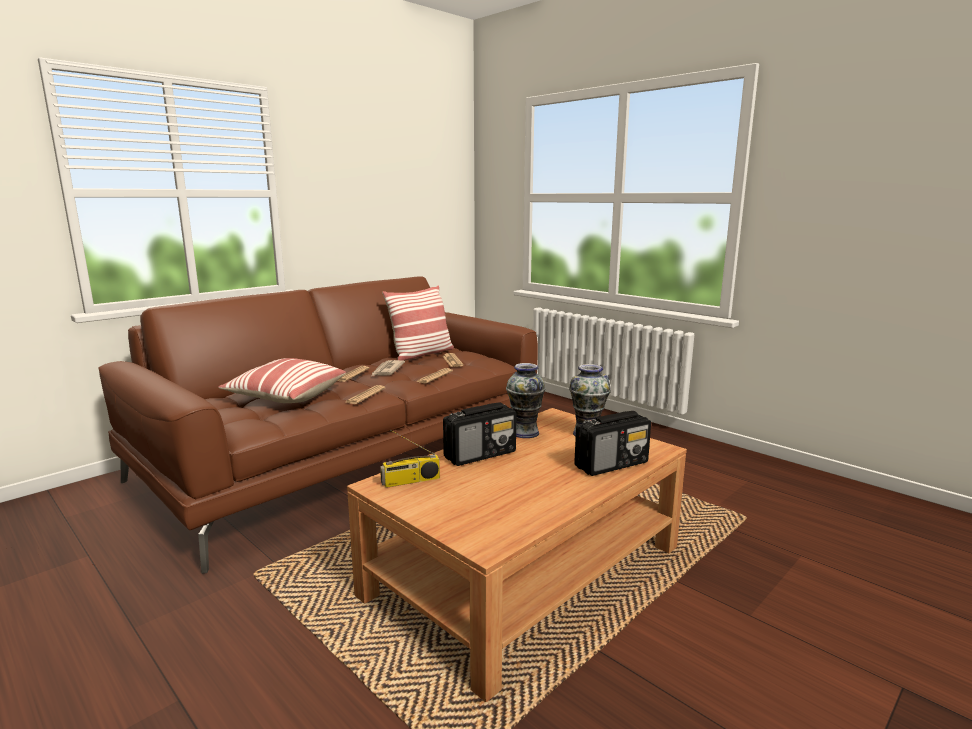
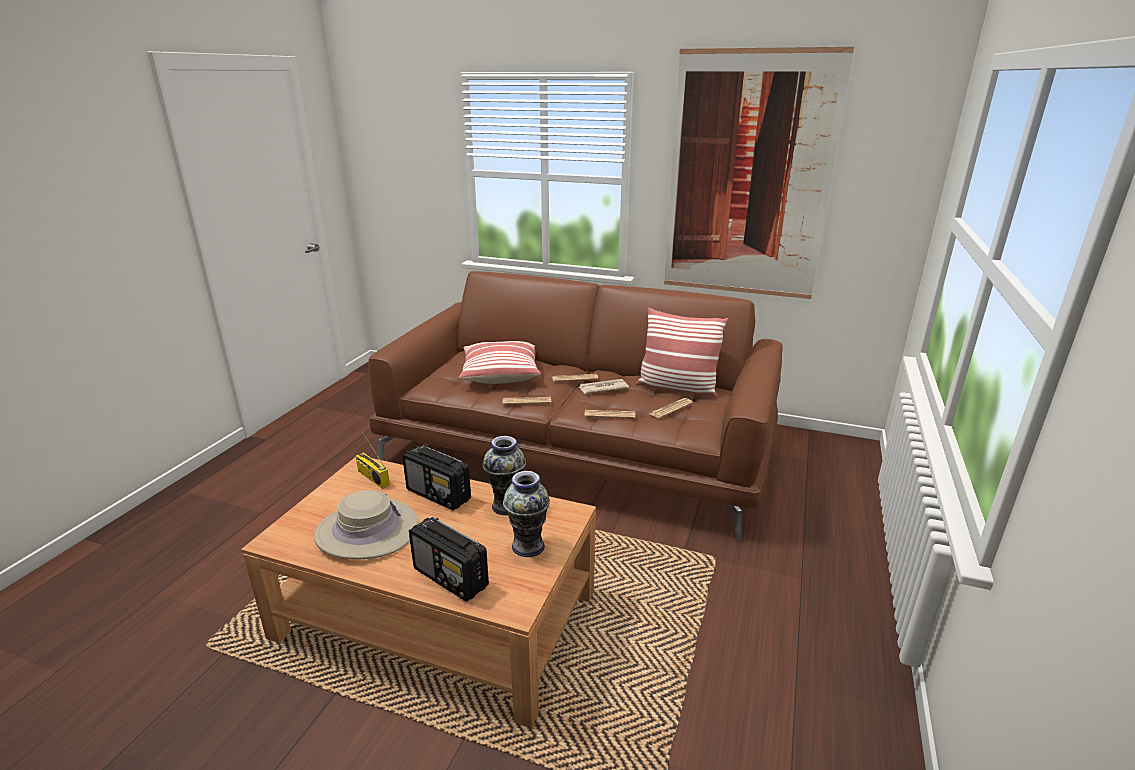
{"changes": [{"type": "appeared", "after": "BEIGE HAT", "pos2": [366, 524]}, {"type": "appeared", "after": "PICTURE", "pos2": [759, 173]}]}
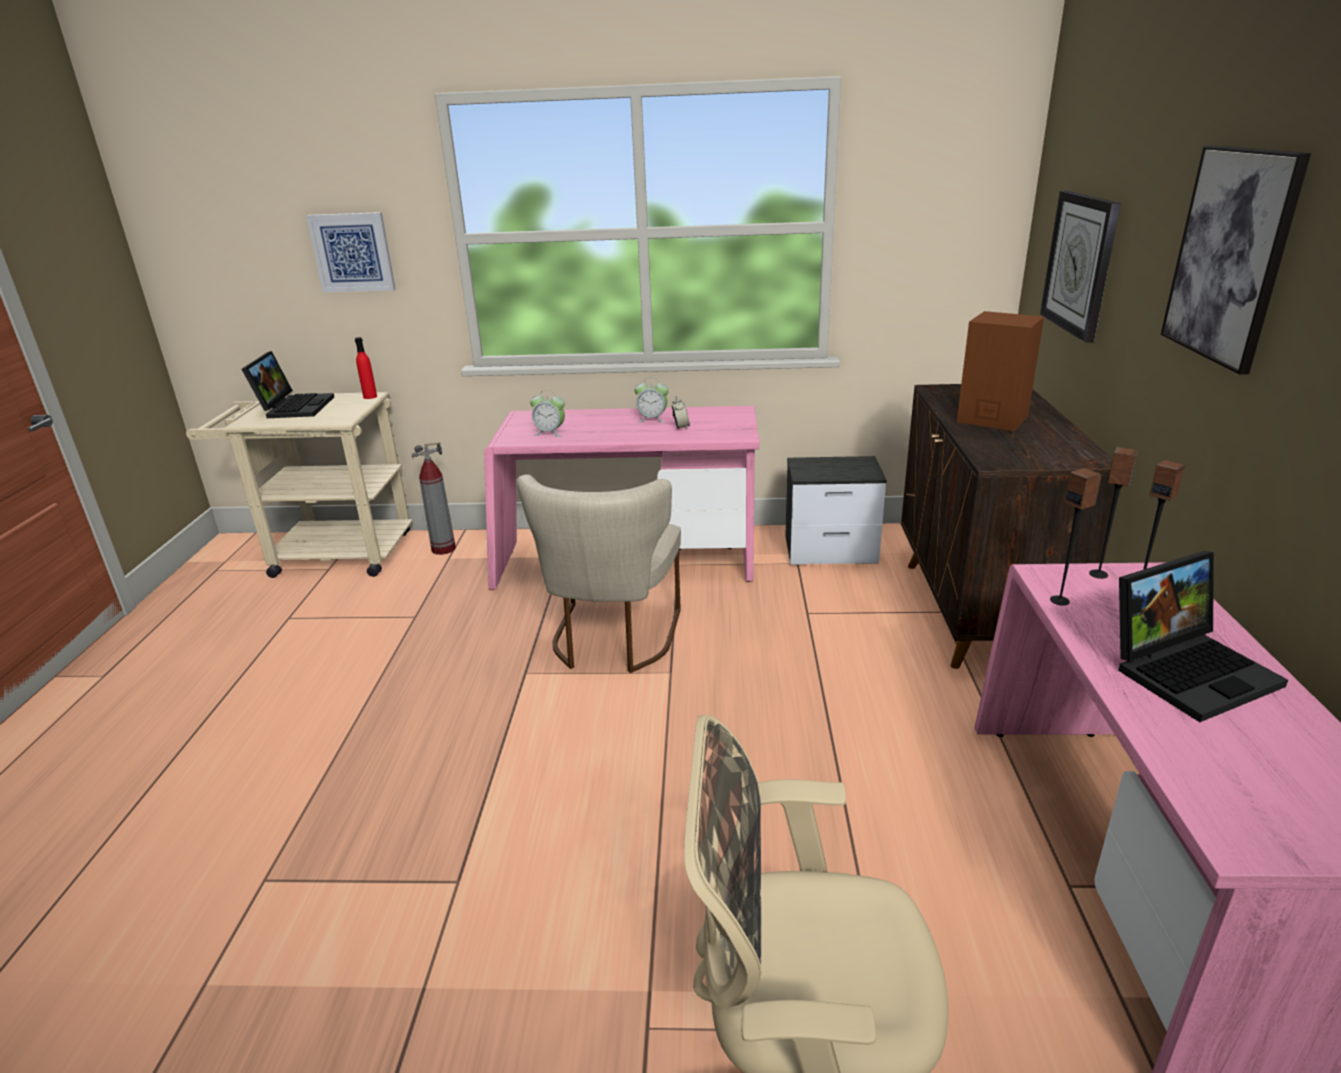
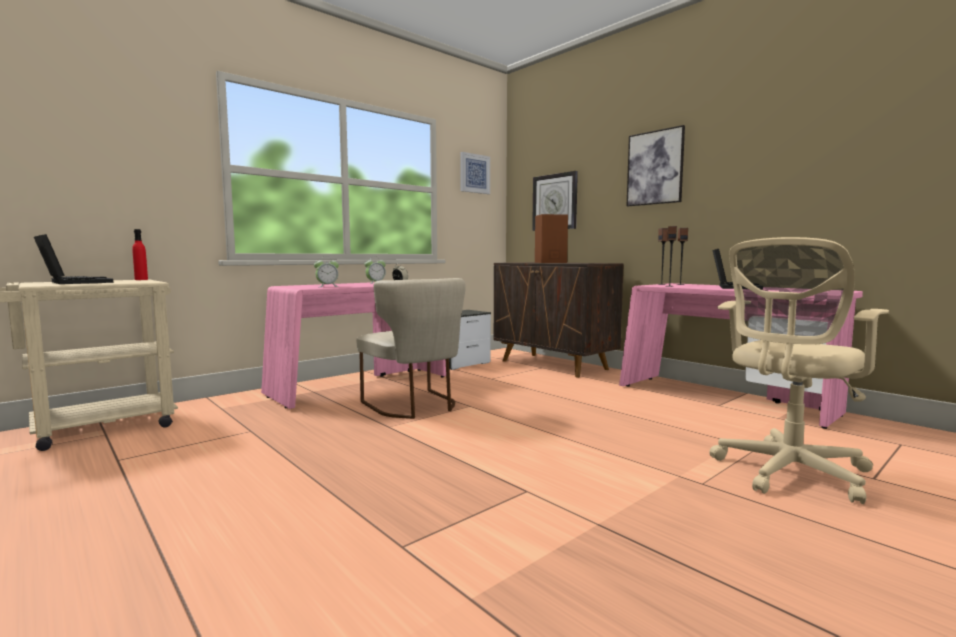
{"changes": [{"type": "relocated", "before": "PICTURE", "pos1": [351, 252], "pos2": [475, 173]}, {"type": "missing", "before": "FIRE EXTINGUISHER", "pos1": [433, 498]}]}
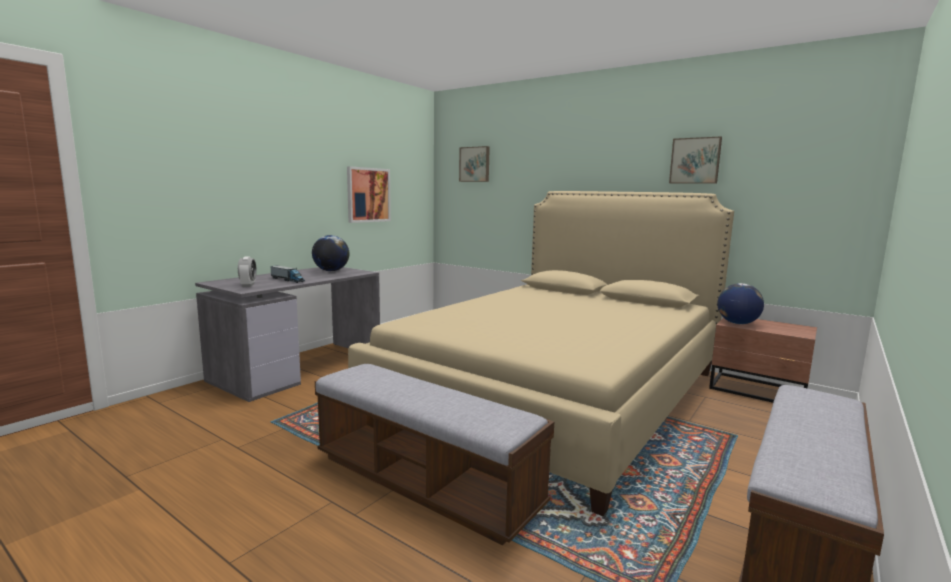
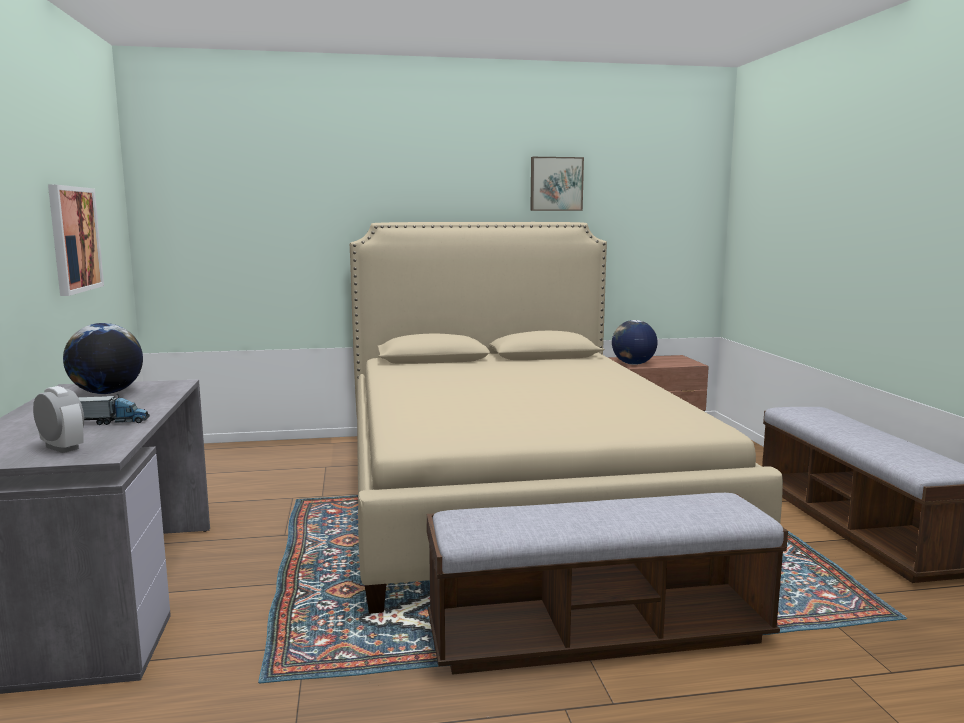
{"changes": [{"type": "missing", "before": "PICTURE", "pos1": [474, 164]}]}
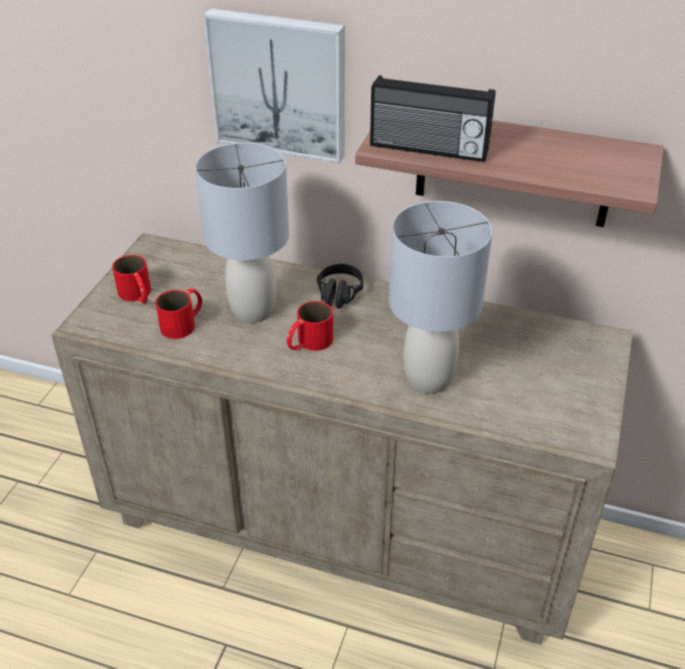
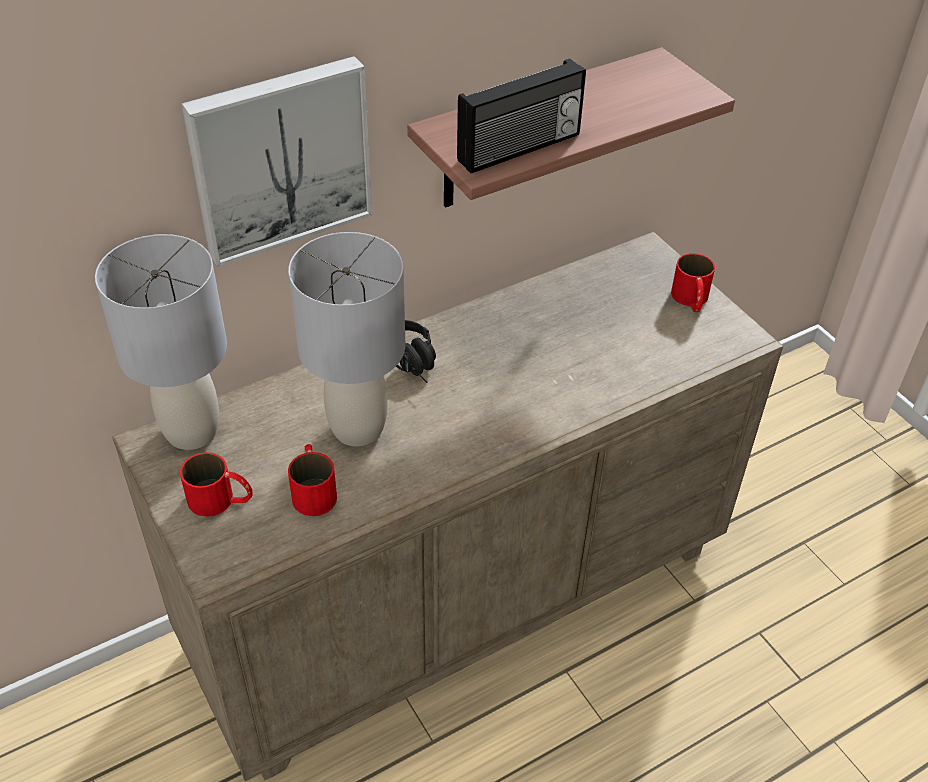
{"changes": [{"type": "relocated", "before": "RED MUG", "pos1": [310, 326], "pos2": [693, 282]}, {"type": "relocated", "before": "GREY TABLE LAMP", "pos1": [440, 297], "pos2": [161, 342]}]}
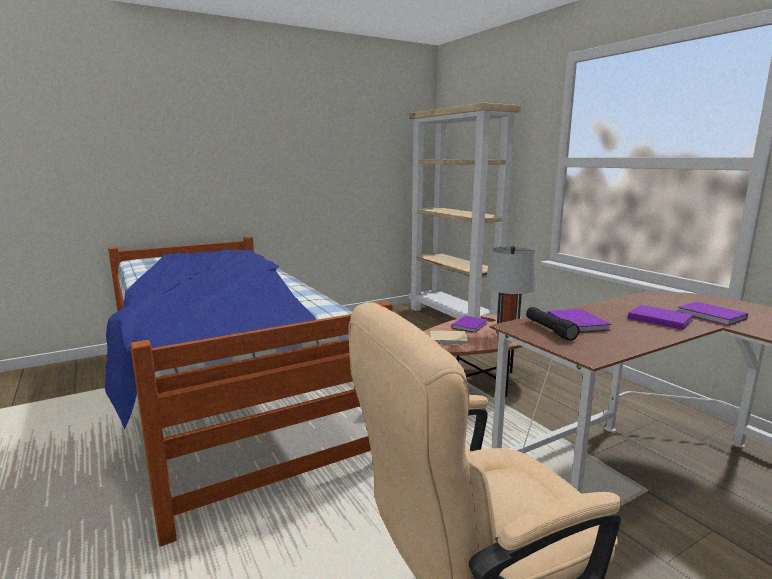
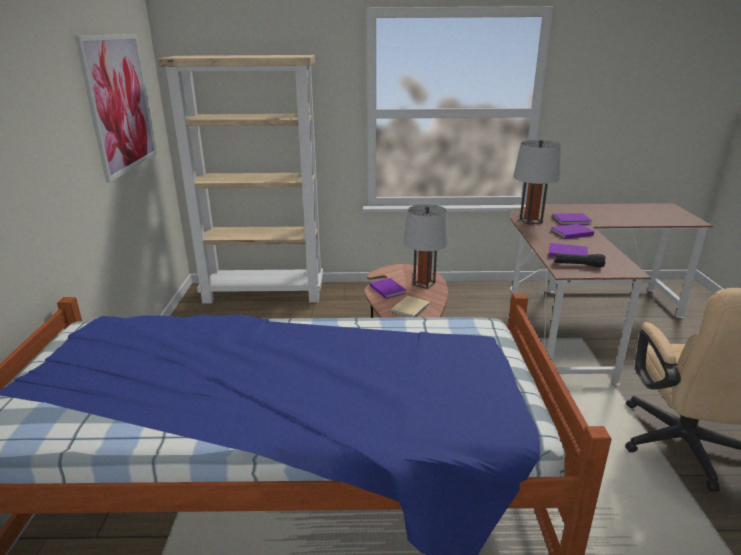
{"changes": [{"type": "appeared", "after": "PICTURE", "pos2": [116, 108]}, {"type": "appeared", "after": "GREY TABLE LAMP", "pos2": [537, 182]}]}
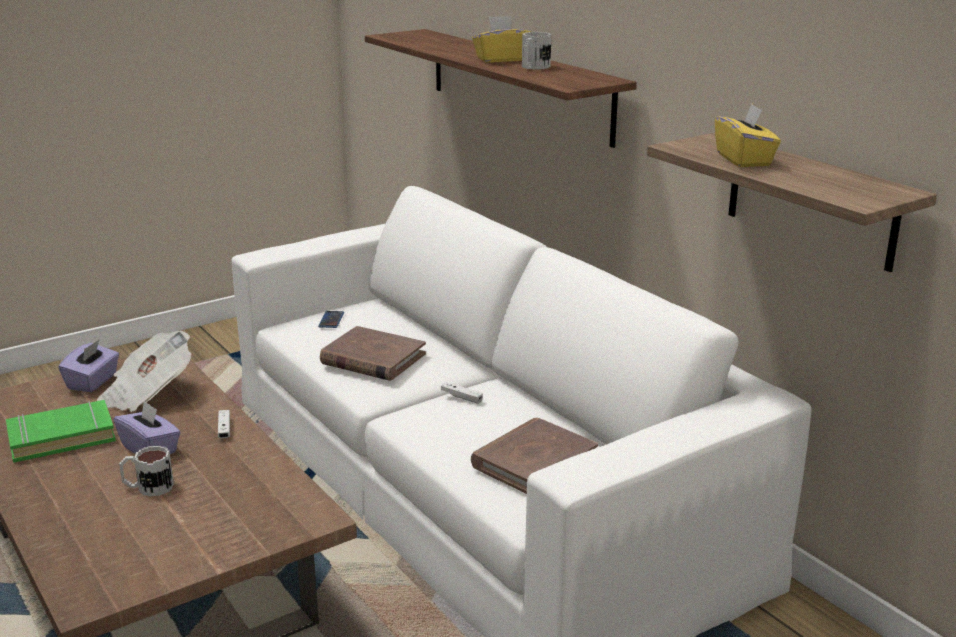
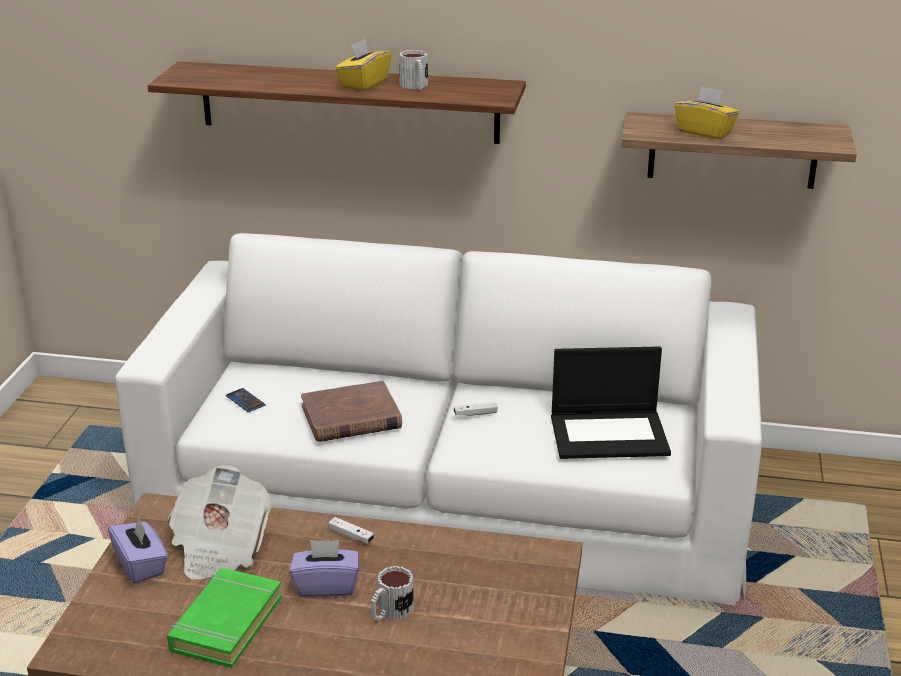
{"changes": [{"type": "exchanged", "before": "BROWN BOOK", "after": "LAPTOP", "pos1": [534, 456], "pos2": [611, 402]}]}
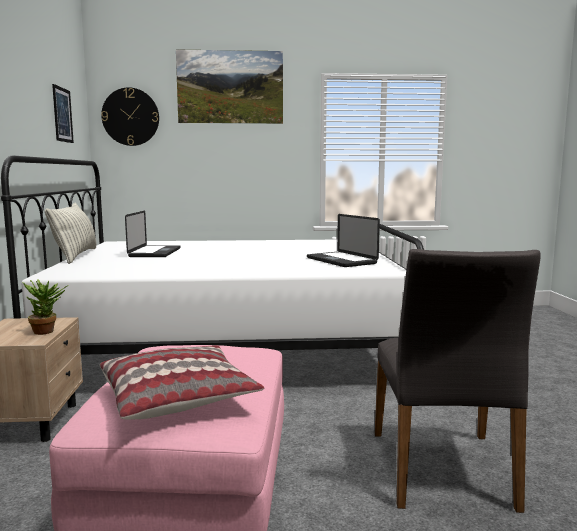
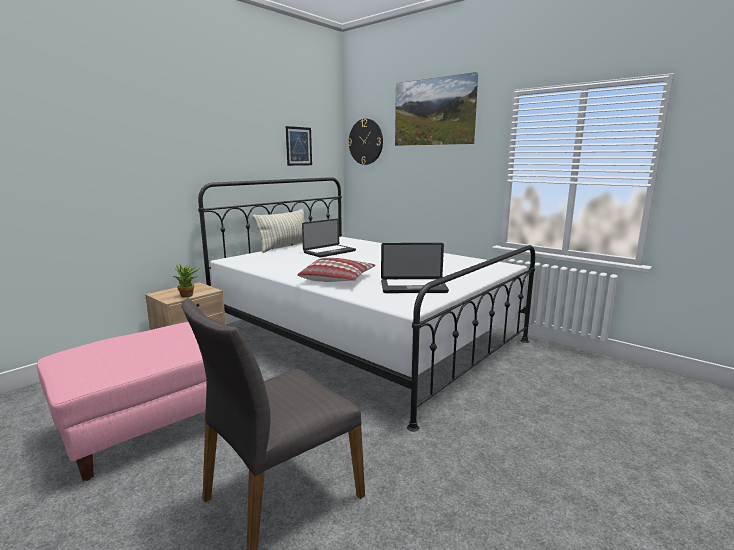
{"changes": [{"type": "relocated", "before": "PILLOW", "pos1": [181, 382], "pos2": [336, 270]}, {"type": "spun", "before": "LAPTOP", "pos1": [343, 240], "pos2": [415, 268], "turn": -105}]}
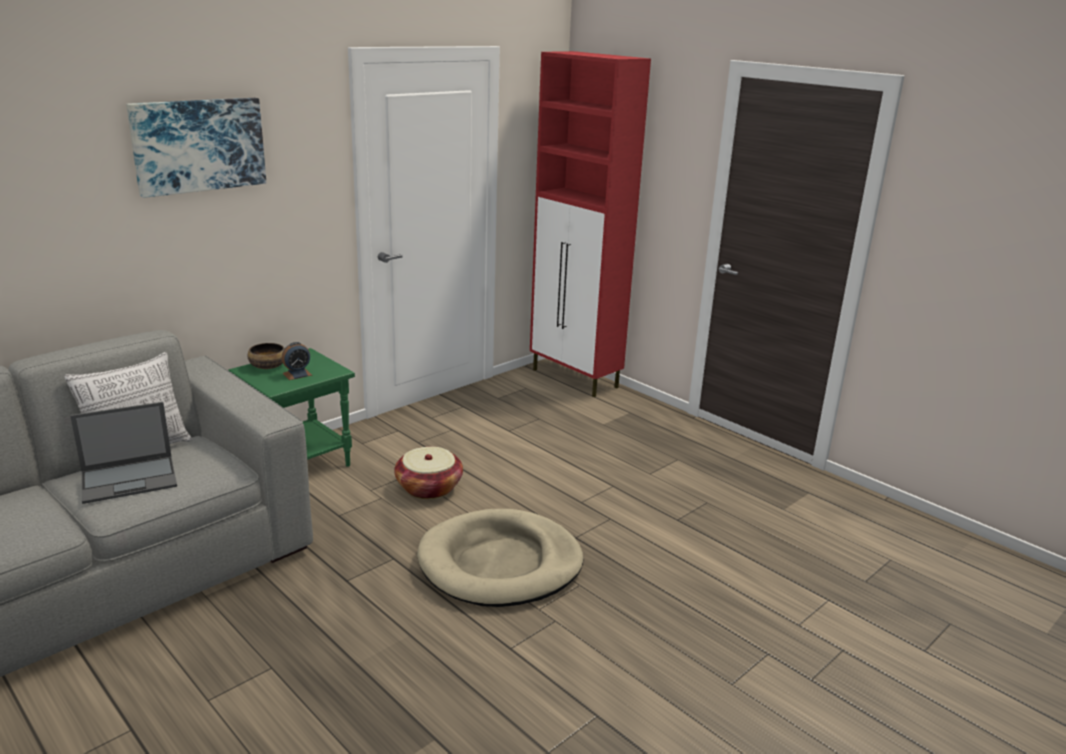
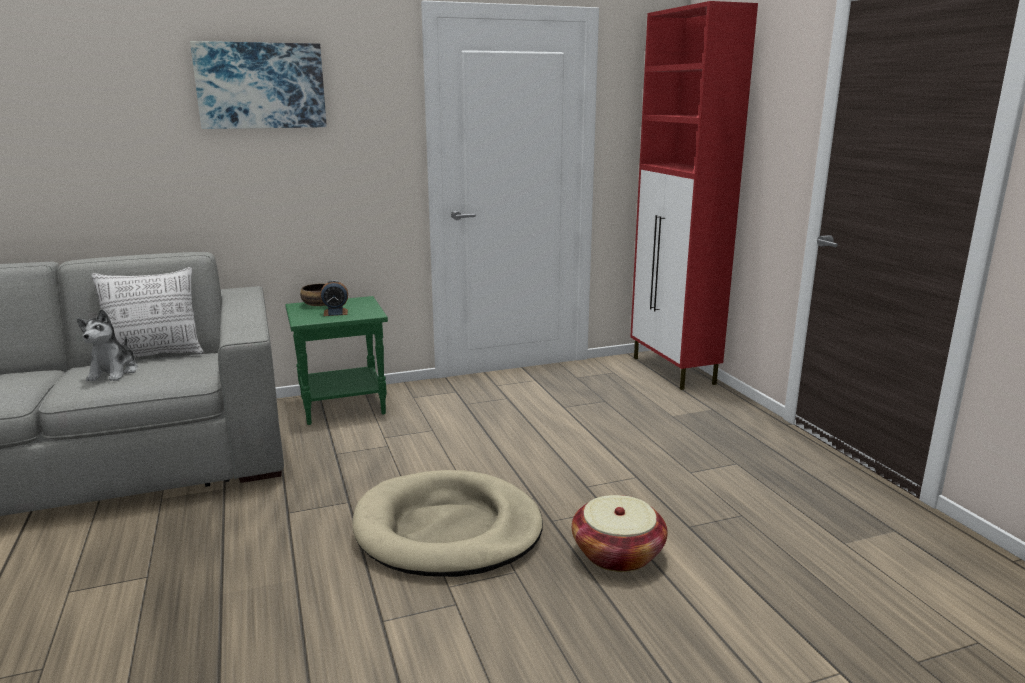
{"changes": [{"type": "exchanged", "before": "LAPTOP", "after": "PLUSH TOY", "pos1": [123, 453], "pos2": [107, 345]}, {"type": "relocated", "before": "BASKET", "pos1": [428, 473], "pos2": [620, 533]}]}
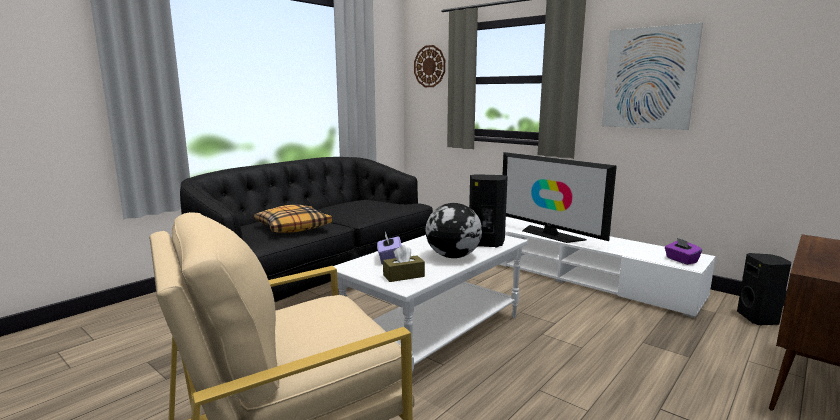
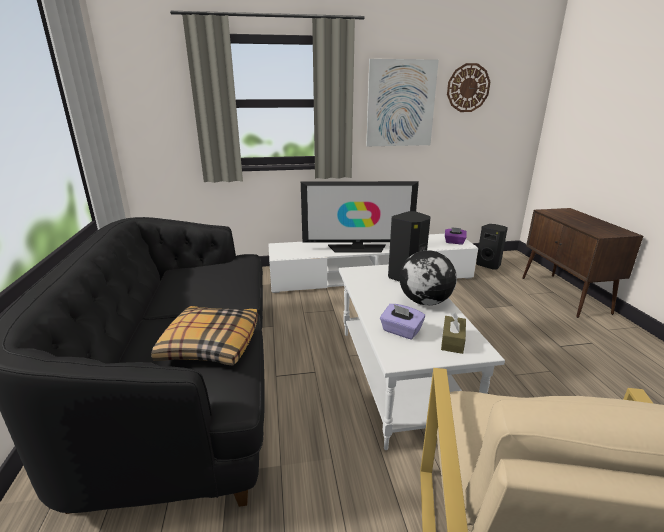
{"changes": [{"type": "relocated", "before": "WALL CLOCK", "pos1": [429, 66], "pos2": [468, 87]}]}
